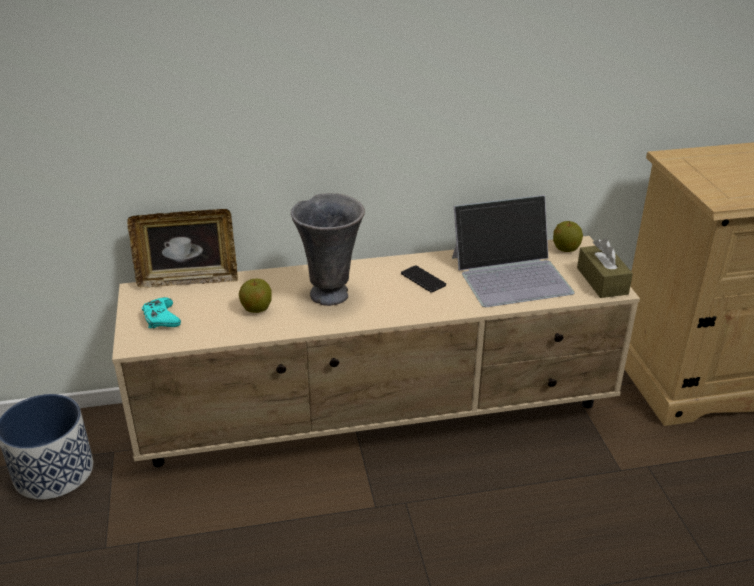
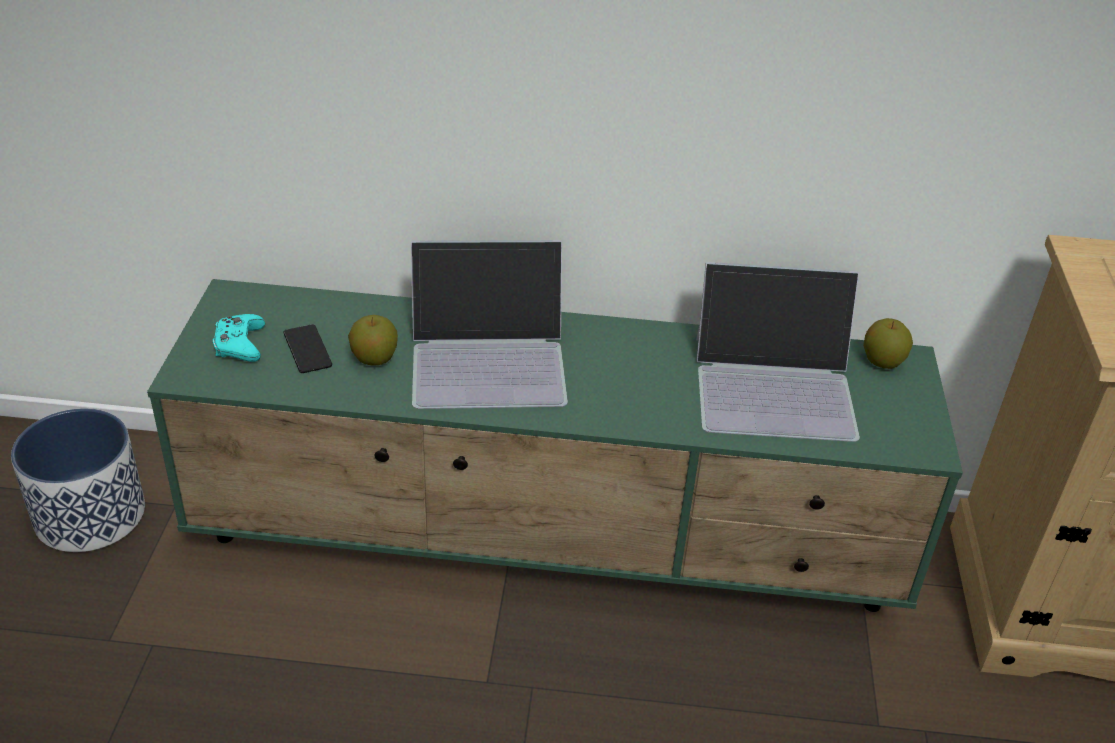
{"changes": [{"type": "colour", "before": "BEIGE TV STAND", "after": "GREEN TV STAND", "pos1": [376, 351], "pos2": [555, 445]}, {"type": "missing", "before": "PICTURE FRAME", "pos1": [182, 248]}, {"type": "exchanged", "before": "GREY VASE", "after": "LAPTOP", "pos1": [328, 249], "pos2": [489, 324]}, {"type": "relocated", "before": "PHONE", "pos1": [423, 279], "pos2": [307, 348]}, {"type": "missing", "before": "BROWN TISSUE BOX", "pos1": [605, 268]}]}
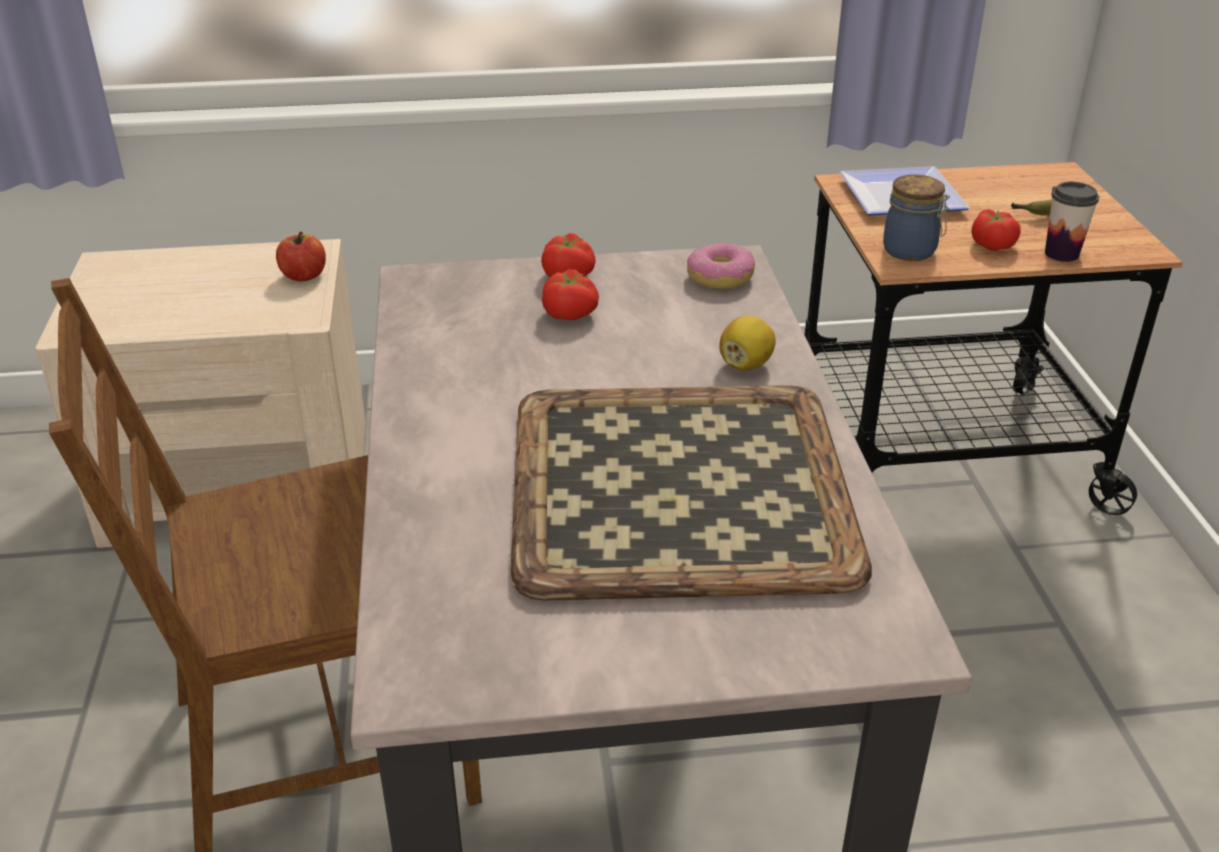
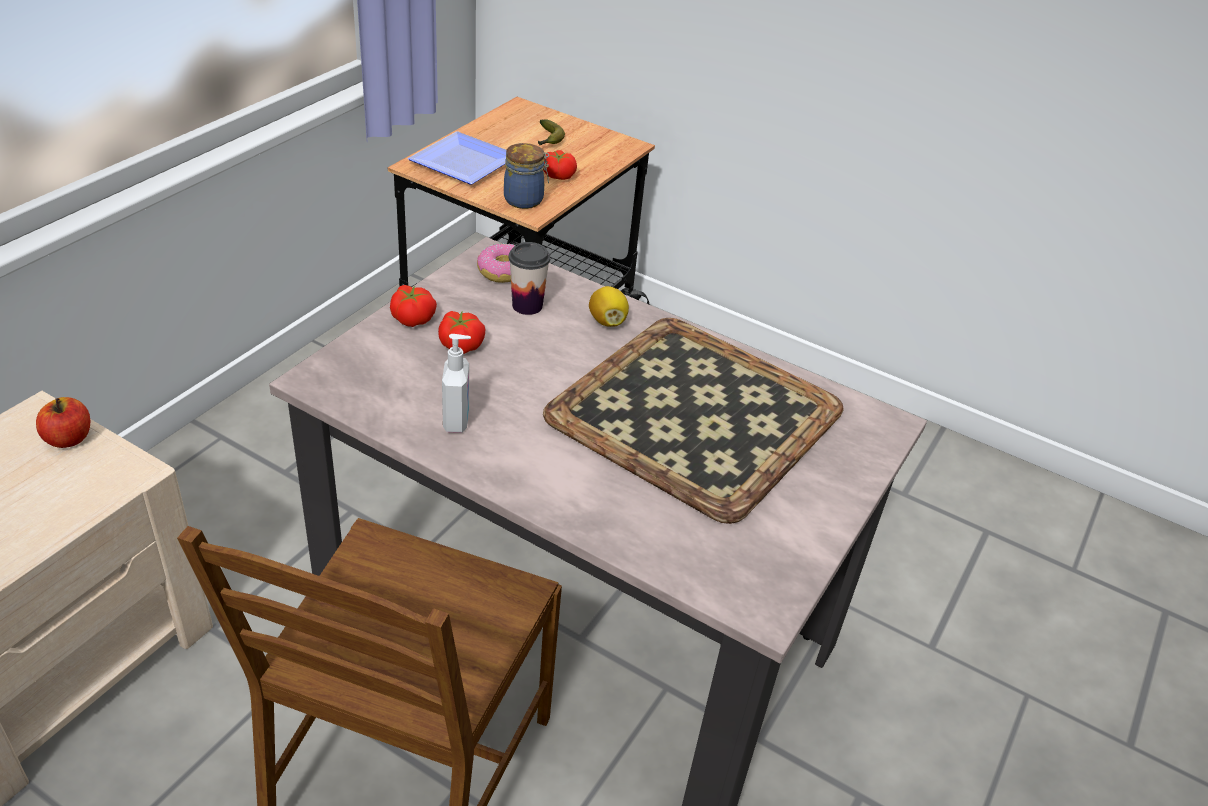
{"changes": [{"type": "relocated", "before": "CUP", "pos1": [1072, 222], "pos2": [529, 278]}, {"type": "appeared", "after": "SOAP DISPENSER", "pos2": [456, 383]}]}
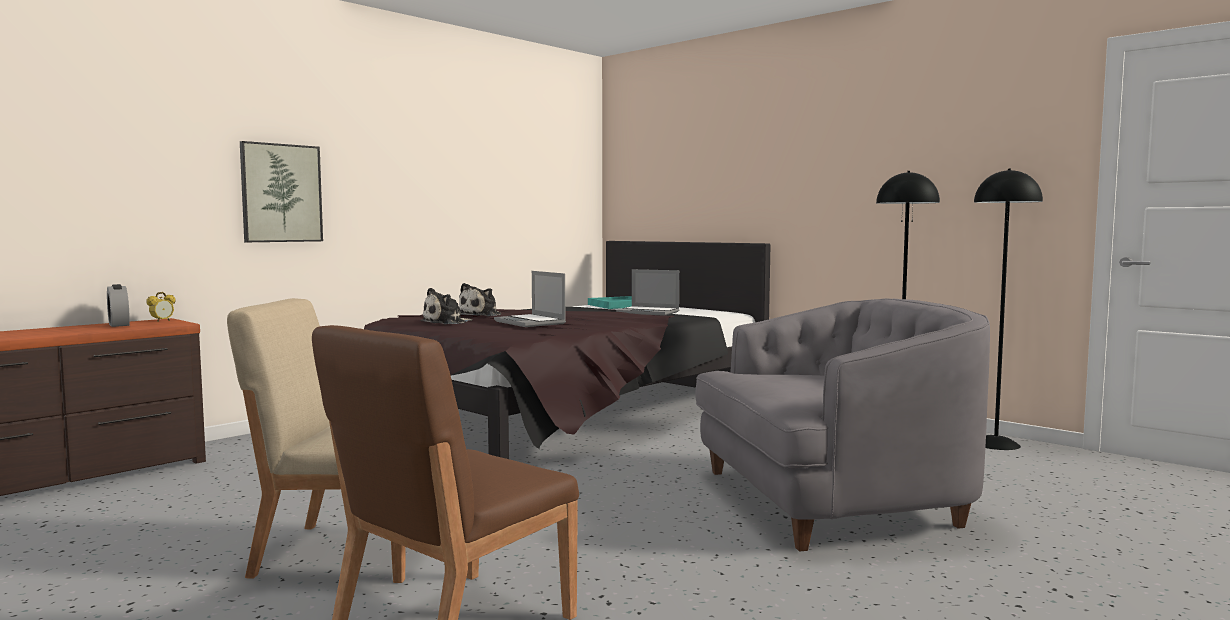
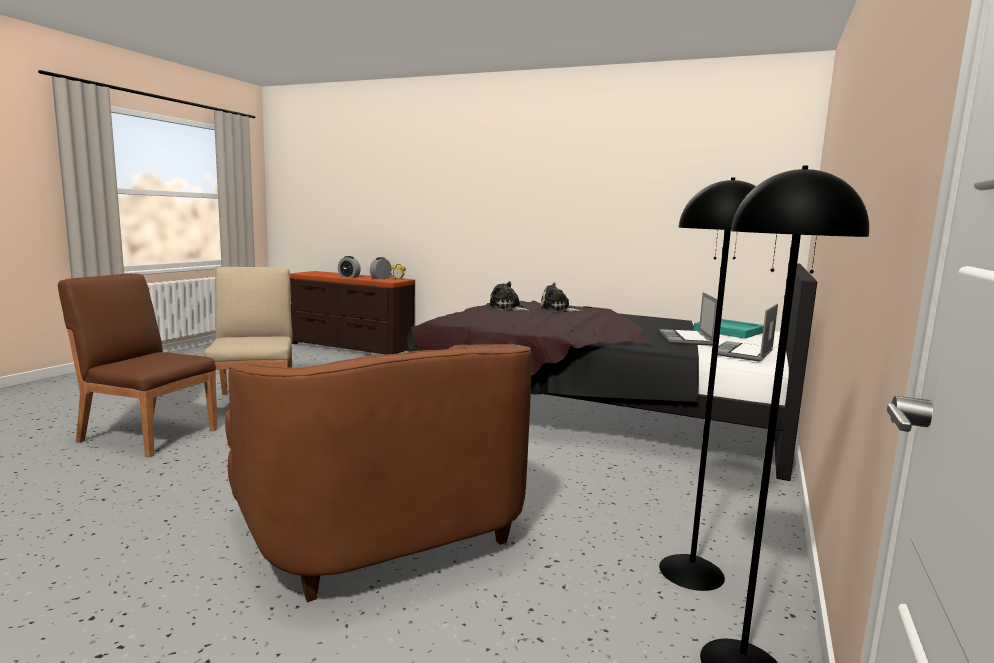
{"changes": [{"type": "missing", "before": "PICTURE", "pos1": [281, 191]}, {"type": "relocated", "before": "LAPTOP", "pos1": [530, 299], "pos2": [748, 333]}, {"type": "colour", "before": "GREY ARMCHAIR", "after": "BROWN ARMCHAIR", "pos1": [843, 425], "pos2": [378, 473]}, {"type": "appeared", "after": "ALARM CLOCK", "pos2": [349, 267]}]}
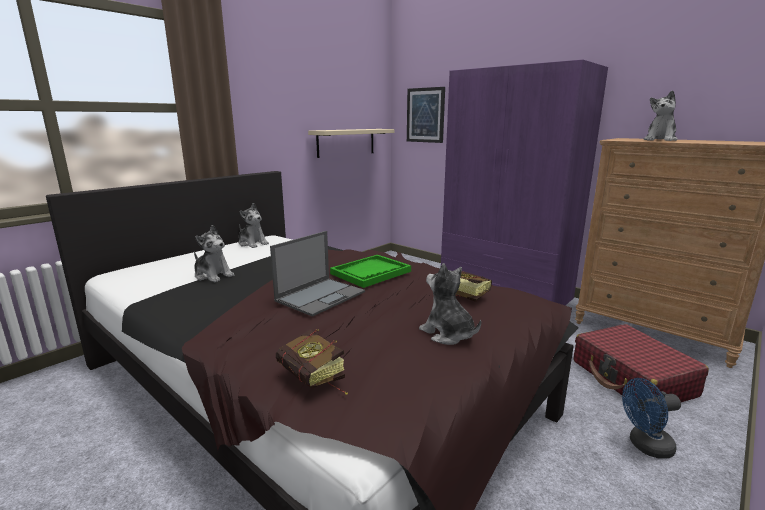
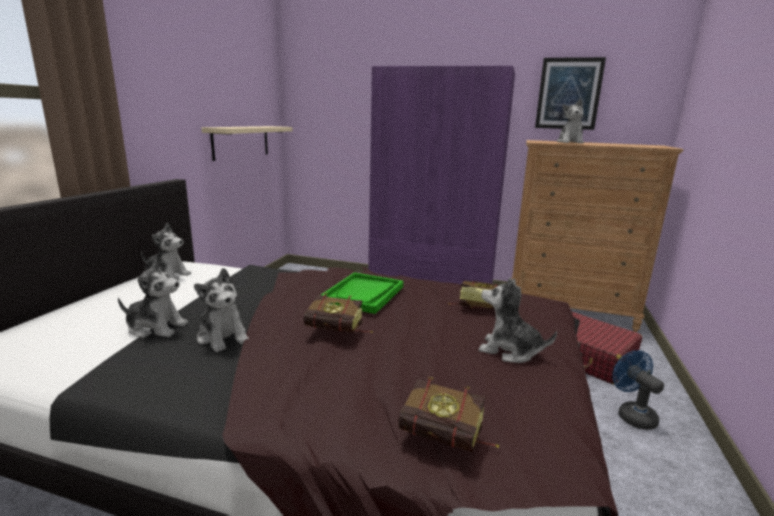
{"changes": [{"type": "exchanged", "before": "LAPTOP", "after": "BOOK", "pos1": [317, 274], "pos2": [338, 313]}, {"type": "relocated", "before": "PICTURE", "pos1": [426, 115], "pos2": [570, 93]}, {"type": "spun", "before": "BLUE FAN", "pos1": [651, 418], "pos2": [638, 390], "turn": 105}, {"type": "appeared", "after": "PLUSH TOY", "pos2": [221, 310]}]}
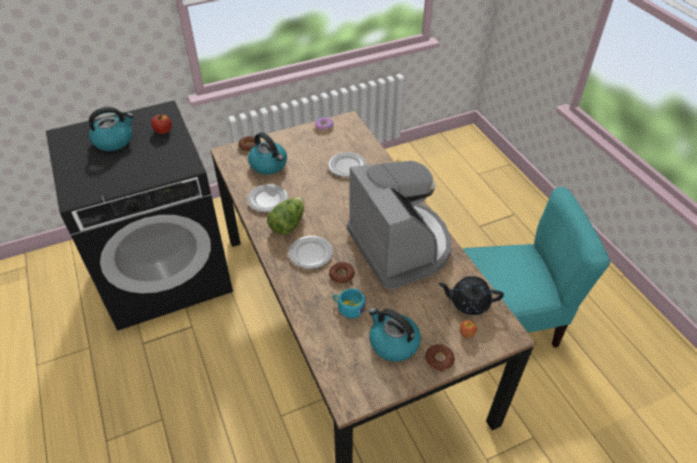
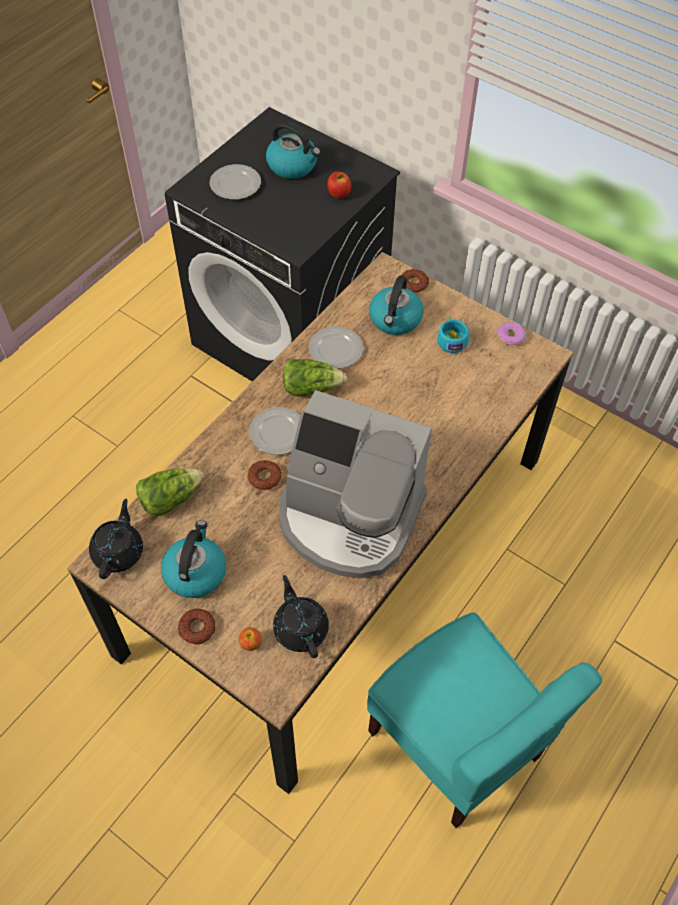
{"changes": [{"type": "relocated", "before": "PLATE", "pos1": [347, 164], "pos2": [235, 182]}, {"type": "relocated", "before": "TURQUOISE CUP", "pos1": [349, 303], "pos2": [453, 335]}, {"type": "spun", "before": "COFFEE MACHINE", "pos1": [399, 225], "pos2": [355, 484], "turn": 75}, {"type": "appeared", "after": "BLACK TEAPOT", "pos2": [116, 539]}, {"type": "appeared", "after": "LETTUCE", "pos2": [170, 492]}]}
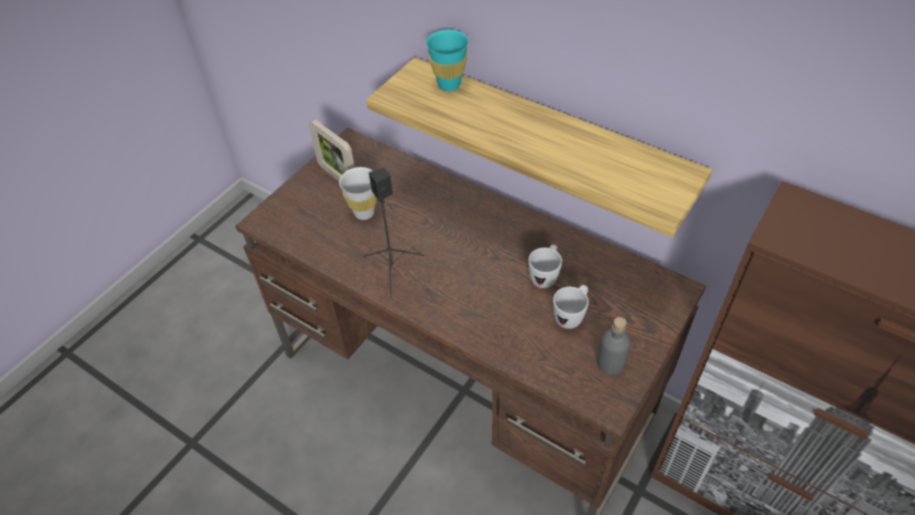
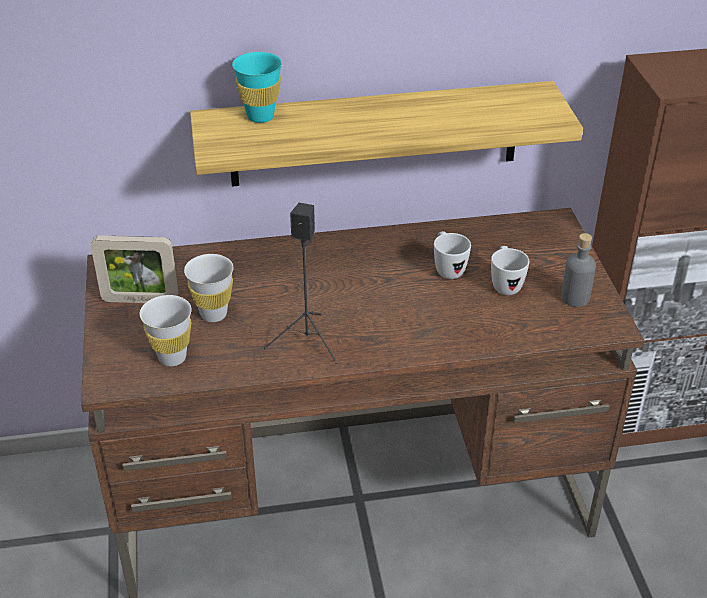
{"changes": [{"type": "appeared", "after": "WHITE CUP", "pos2": [165, 330]}]}
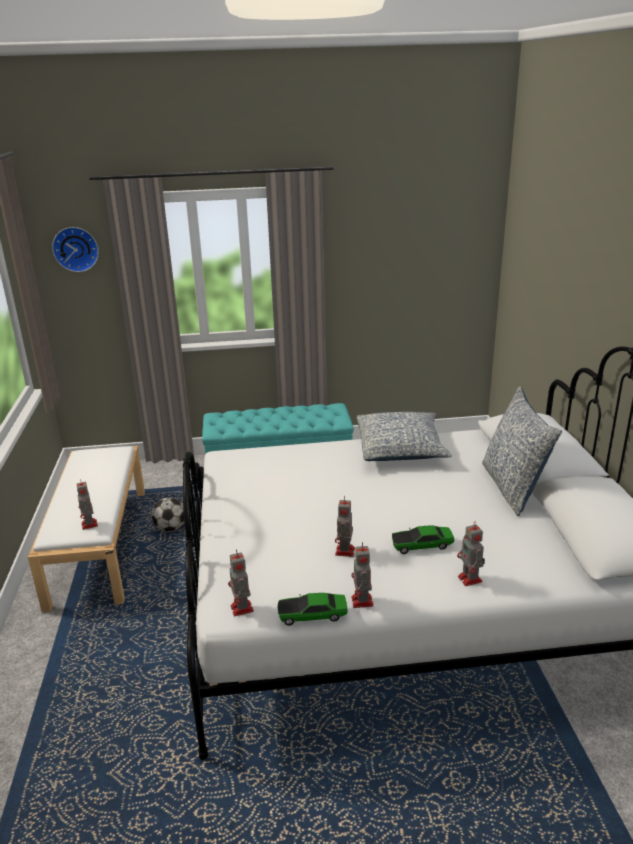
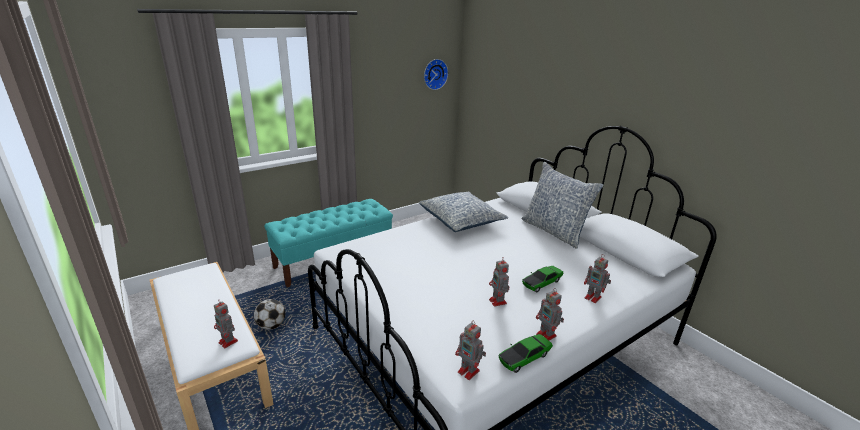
{"changes": [{"type": "relocated", "before": "WALL CLOCK", "pos1": [75, 249], "pos2": [436, 74]}]}
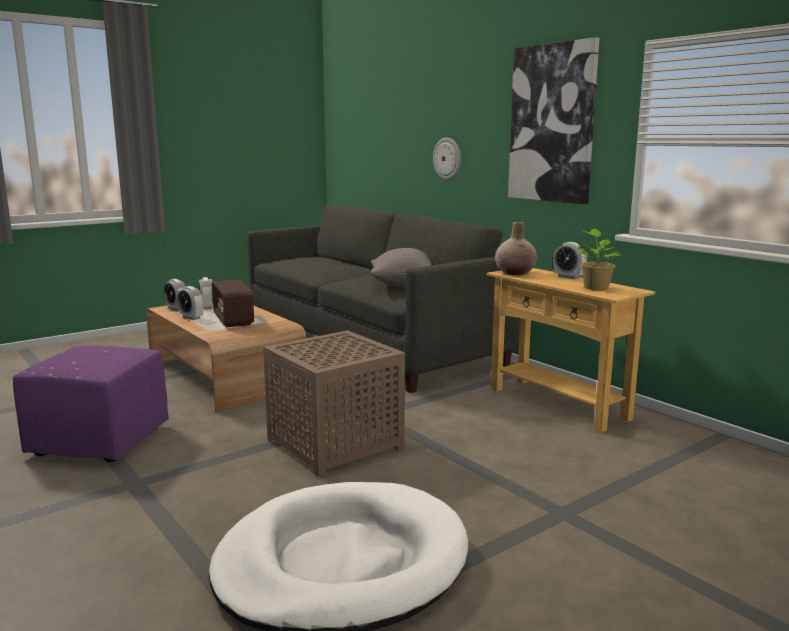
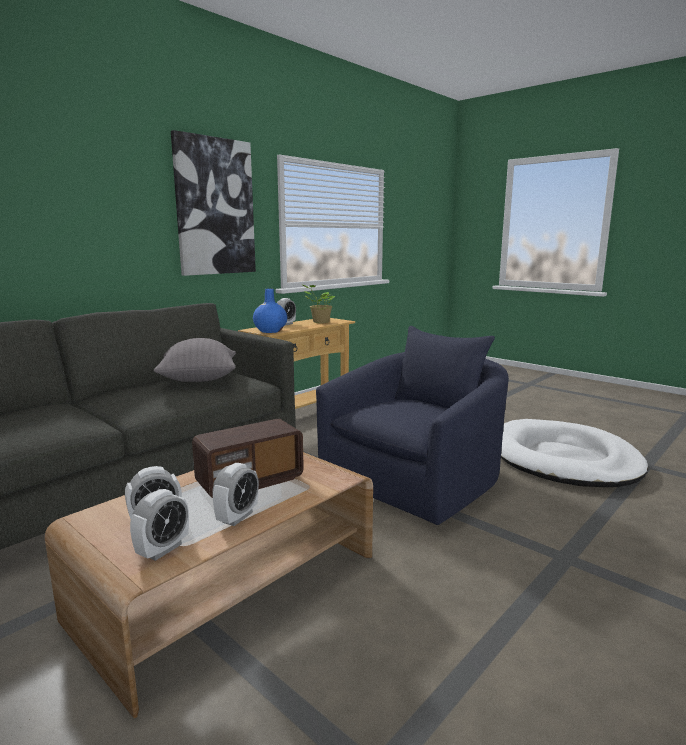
{"changes": [{"type": "missing", "before": "PURPLE OTTOMAN", "pos1": [91, 403]}, {"type": "exchanged", "before": "BROWN SIDE TABLE", "after": "BLUE ARMCHAIR", "pos1": [334, 403], "pos2": [412, 425]}, {"type": "missing", "before": "WALL CLOCK", "pos1": [447, 158]}, {"type": "colour", "before": "BEIGE VASE", "after": "BLUE VASE", "pos1": [516, 248], "pos2": [270, 310]}]}
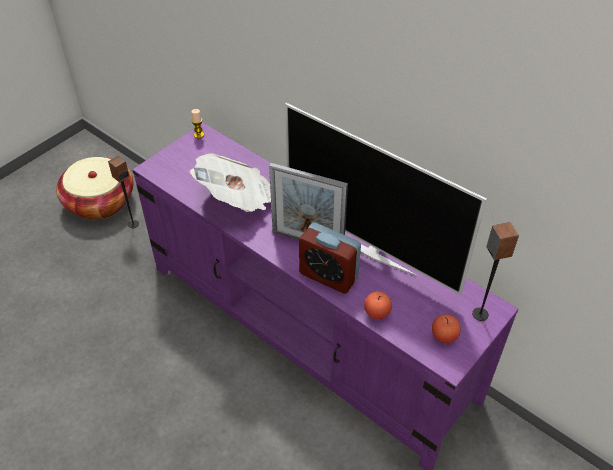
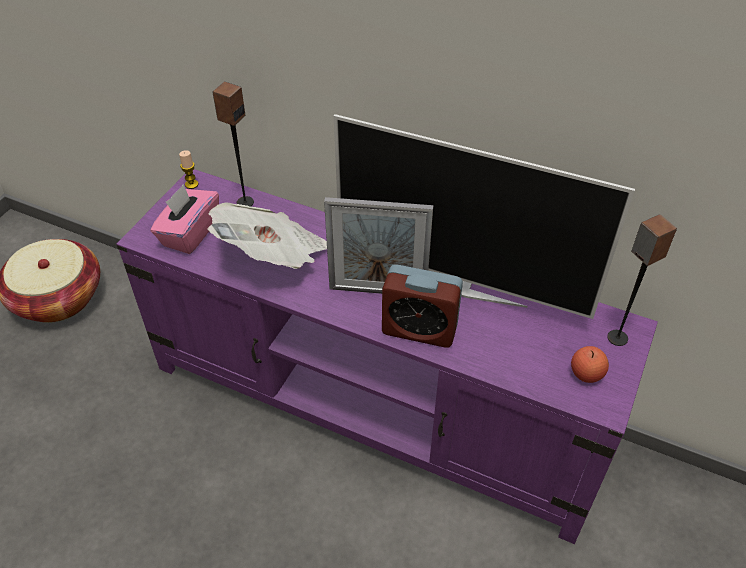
{"changes": [{"type": "relocated", "before": "SPEAKER", "pos1": [123, 192], "pos2": [233, 144]}, {"type": "missing", "before": "APPLE", "pos1": [378, 305]}, {"type": "appeared", "after": "PINK TISSUE BOX", "pos2": [184, 219]}]}
